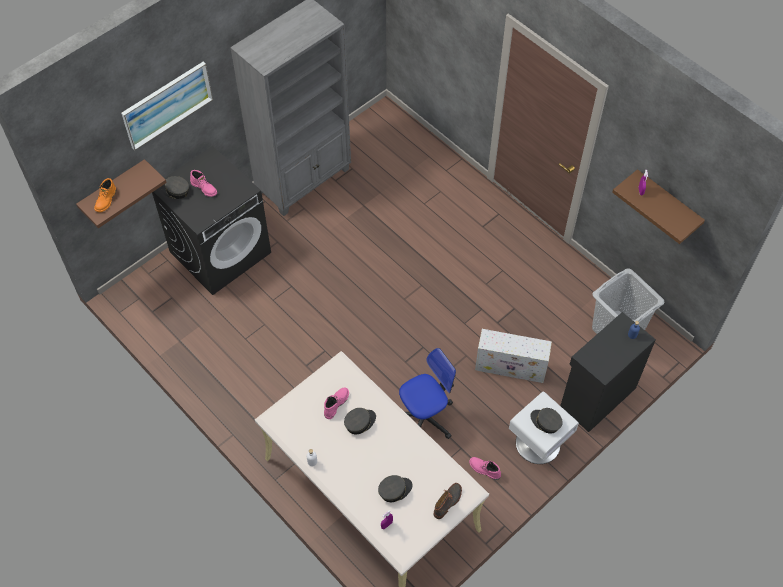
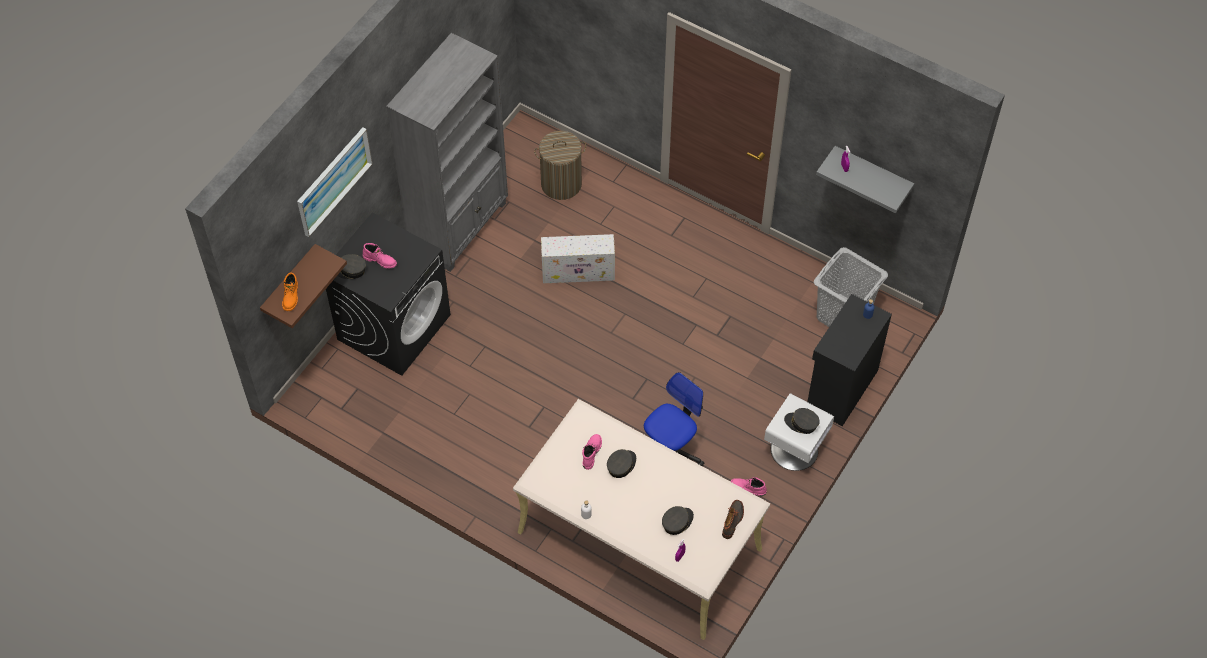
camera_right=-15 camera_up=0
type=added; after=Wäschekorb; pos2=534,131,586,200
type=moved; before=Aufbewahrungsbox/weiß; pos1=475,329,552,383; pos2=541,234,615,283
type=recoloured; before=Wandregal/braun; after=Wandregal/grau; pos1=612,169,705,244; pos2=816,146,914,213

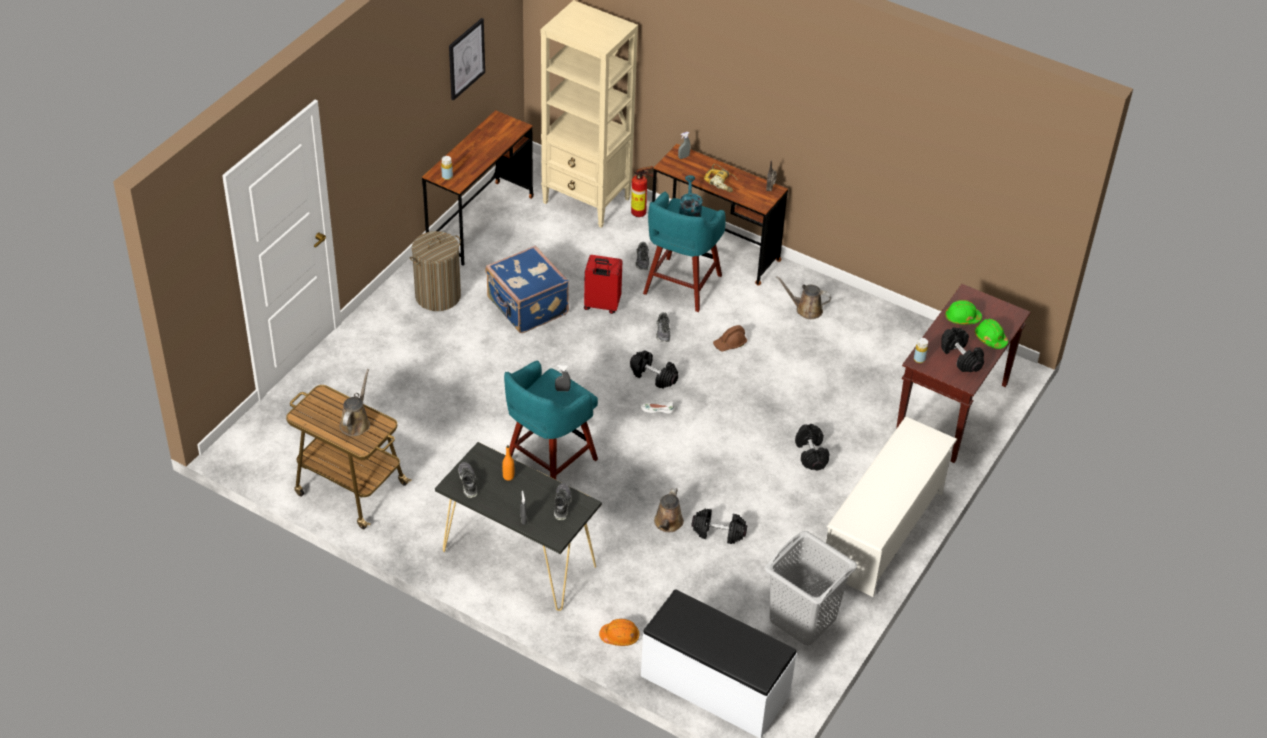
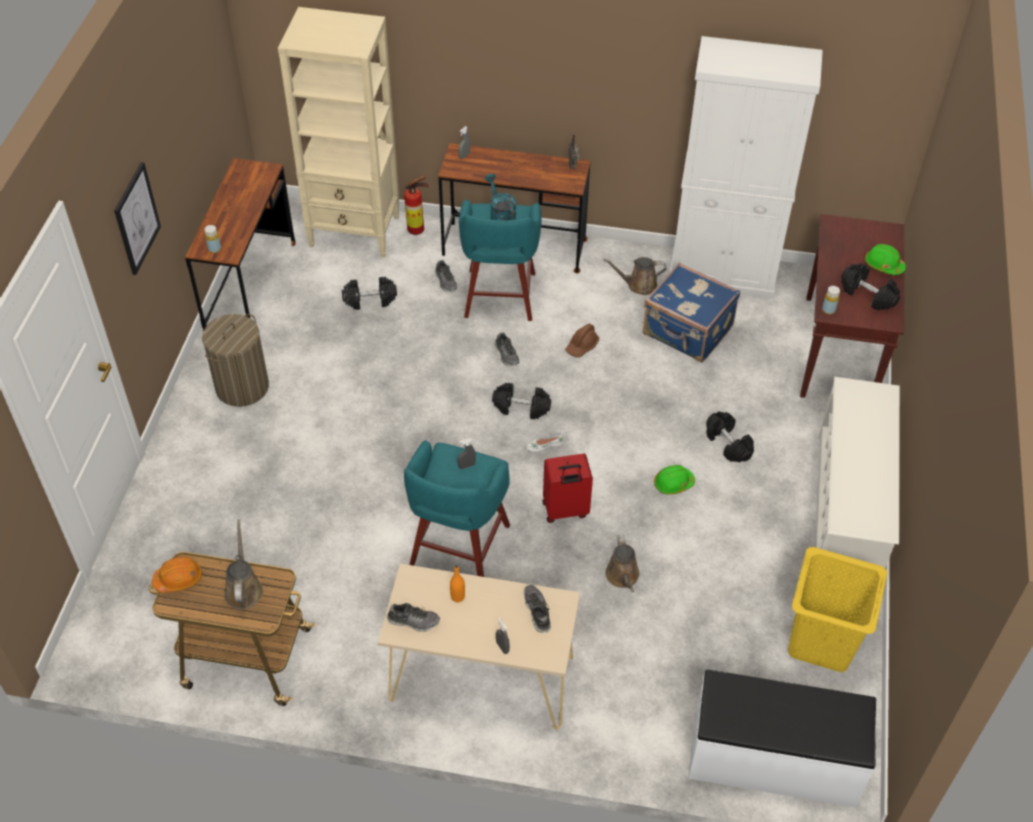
camera_right=-20 camera_up=5
type=removed; before=Bohrmaschine; pos1=704,164,737,192
type=added; after=Schrank/weiß; pos2=670,36,823,299
type=moved; before=Bild; pos1=449,18,485,101; pos2=114,162,161,275
type=moved; before=Koffer/blau; pos1=486,246,569,333; pos2=643,263,740,363
type=moved; before=Koffer/rot; pos1=584,255,622,314; pos2=542,454,593,523
type=moved; before=Schutzhelm/orange; pos1=599,619,639,646; pos2=152,557,202,593
type=moved; before=Hantel/schwarz; pos1=691,509,747,544; pos2=342,277,397,310
type=moved; before=Schutzhelm/grün; pos1=945,300,982,325; pos2=654,465,695,495
type=recoloured; before=Konsolentisch/schwarz; after=Konsolentisch/beige; pos1=435,442,602,611; pos2=378,564,580,730
type=recoloured; before=Wäschekorb/grau; after=Wäschekorb/gelb; pos1=764,531,857,645; pos2=788,547,887,672
type=turned; before=Schuh; pos1=459,462,477,498; pos2=387,603,440,632; turn=135

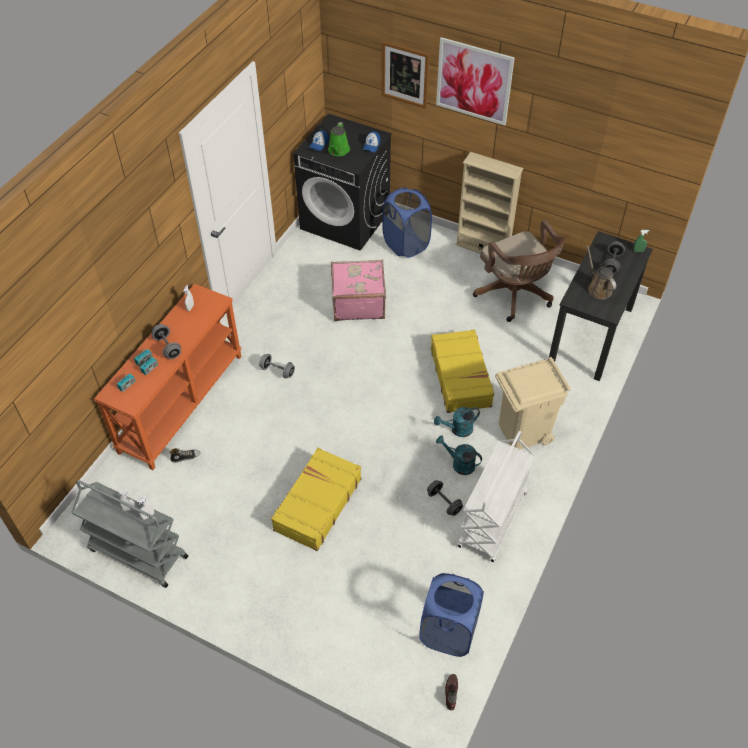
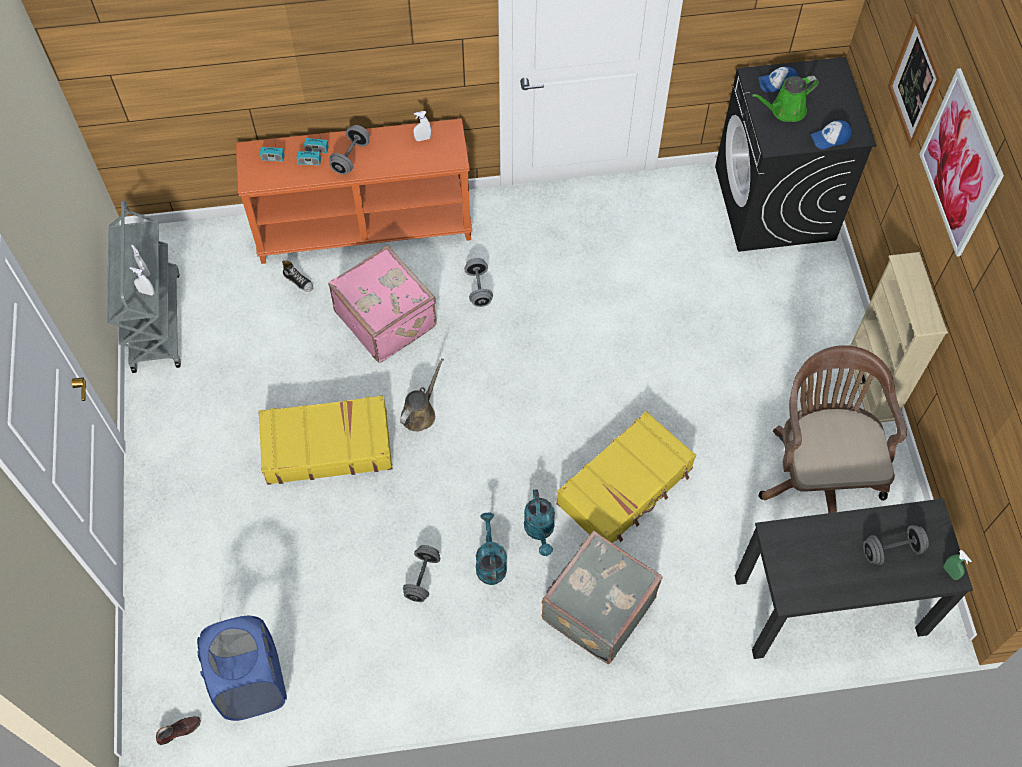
camera_right=55 camera_up=10
type=removed; before=Wäschekorb/blau; pos1=382,188,432,258
type=removed; before=Rollwagen/weiß; pos1=458,431,535,562
type=moved; before=Koffer/rosa; pos1=331,260,386,321; pos2=328,245,437,363
type=moved; before=Gießkanne/braun; pos1=586,245,616,299; pos2=400,358,444,431
type=replaced; before=Mülleimer/beige; after=Koffer/grau; pos1=495,357,571,449; pos2=542,531,663,664
type=turned; before=Gießkanne/türkis; pos1=434,407,480,437; pos2=524,489,555,556; turn=-135
type=turned; before=Bürostuhl/braun; pos1=473,220,565,322; pos2=759,345,907,513; turn=150

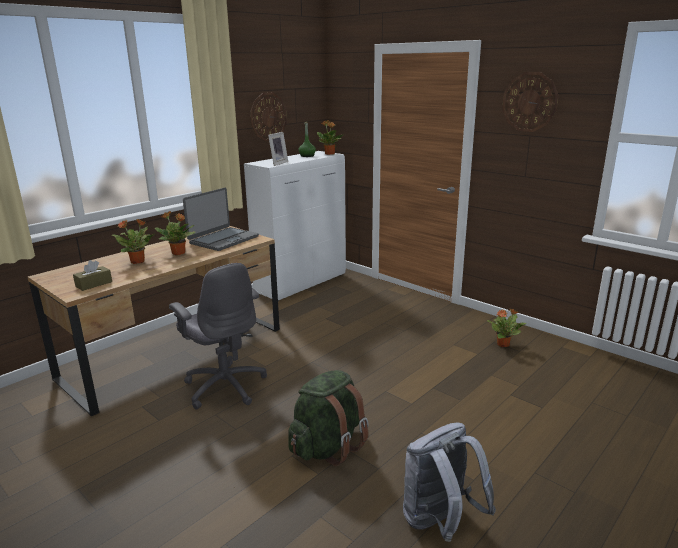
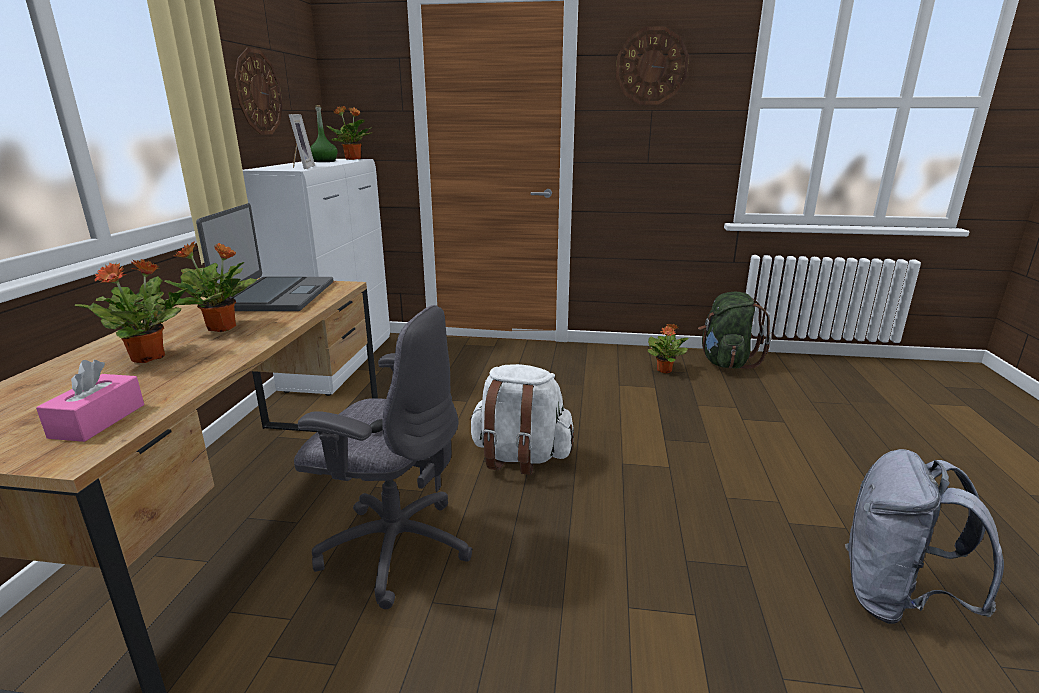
camera_right=-35 camera_up=0
type=added; after=Rucksack/weiß; pos2=469,364,574,475
type=moved; before=Rucksack/grün; pos1=288,370,369,466; pos2=698,292,771,369
type=recoloured; before=Taschentuchbox/braun; after=Taschentuchbox/rosa; pos1=73,260,112,291; pos2=36,360,144,442

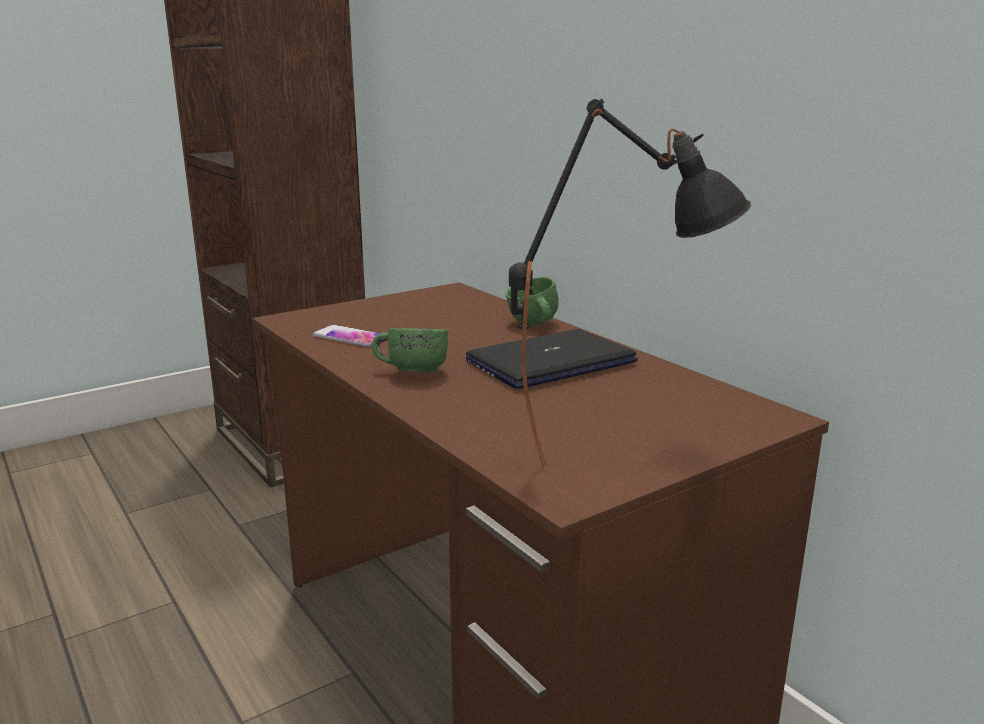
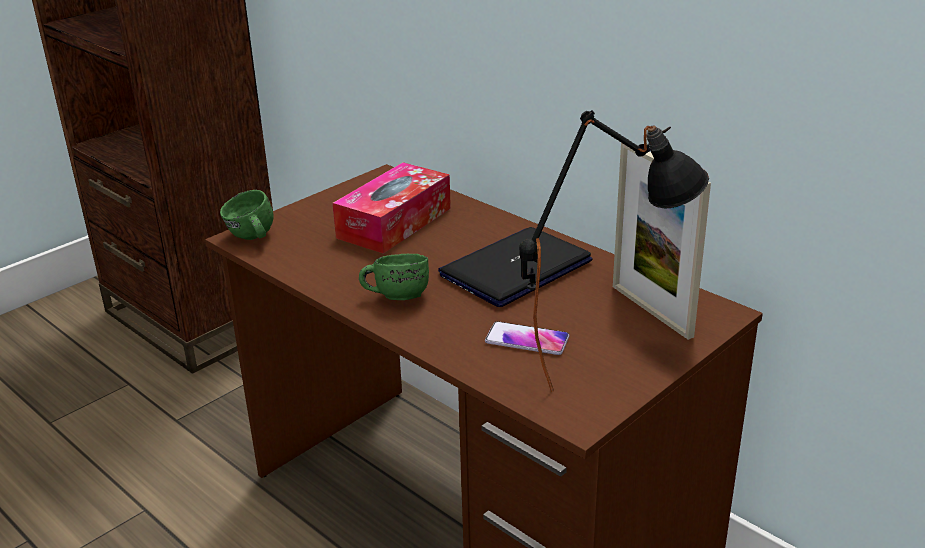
camera_right=-10 camera_up=10
type=added; after=Taschentuchbox; pos2=333,162,451,254
type=added; after=Bilderrahmen; pos2=613,143,711,340
type=moved; before=Handy; pos1=312,325,380,347; pos2=485,321,569,355
type=moved; before=Henkelbecher/grün; pos1=505,277,559,326; pos2=220,190,274,240

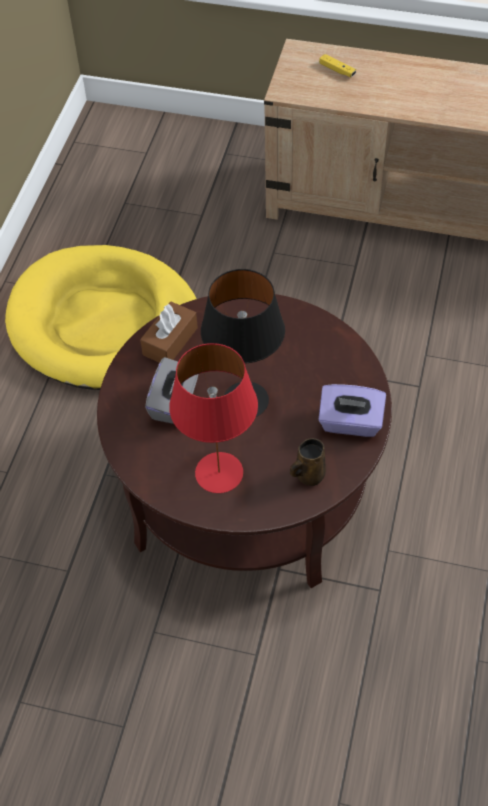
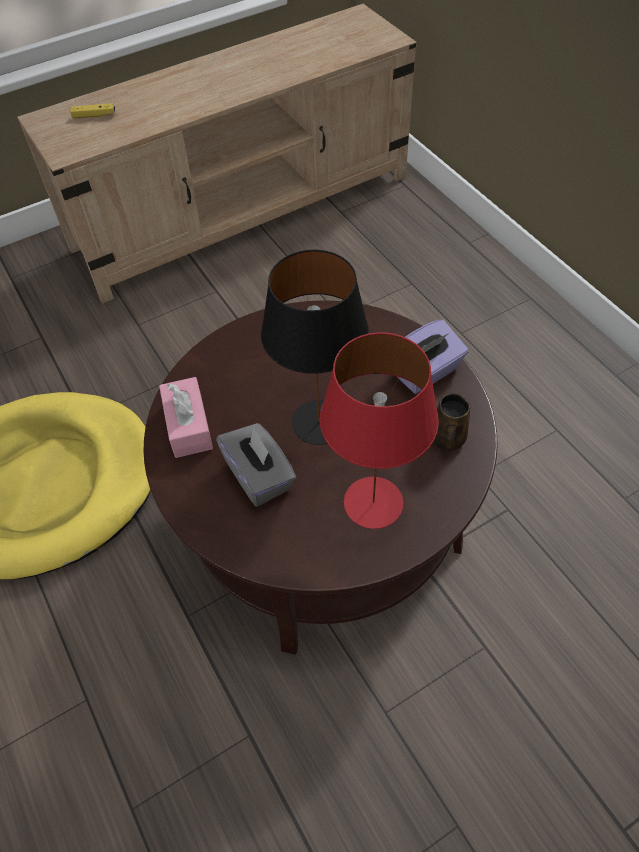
camera_right=-45 camera_up=0
type=recoloured; before=Taschentuchbox/braun; after=Taschentuchbox/rosa; pos1=140,302,198,363; pos2=159,377,213,458

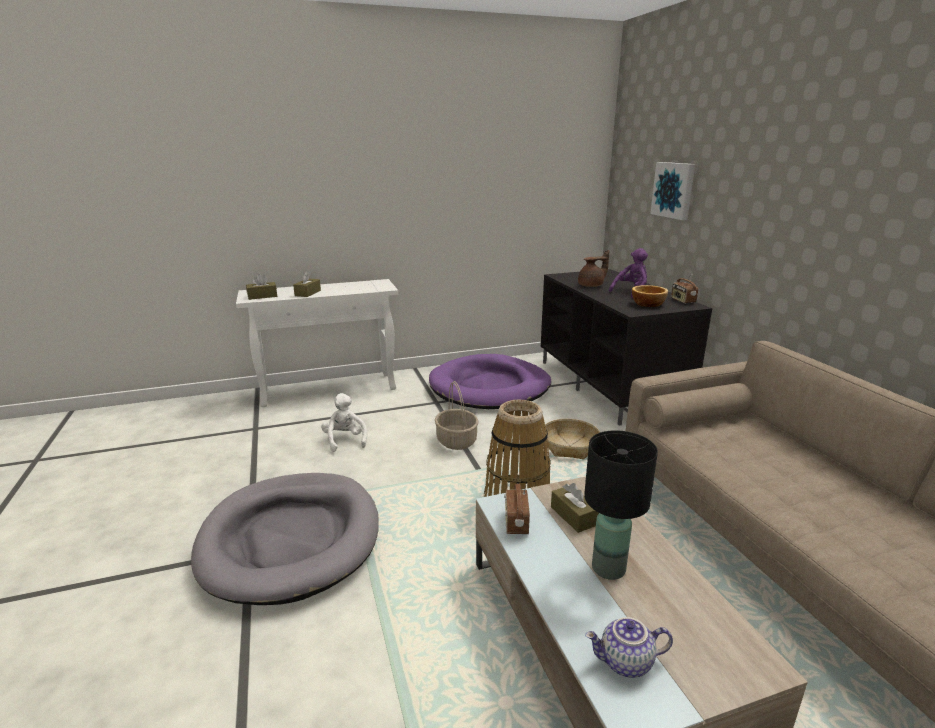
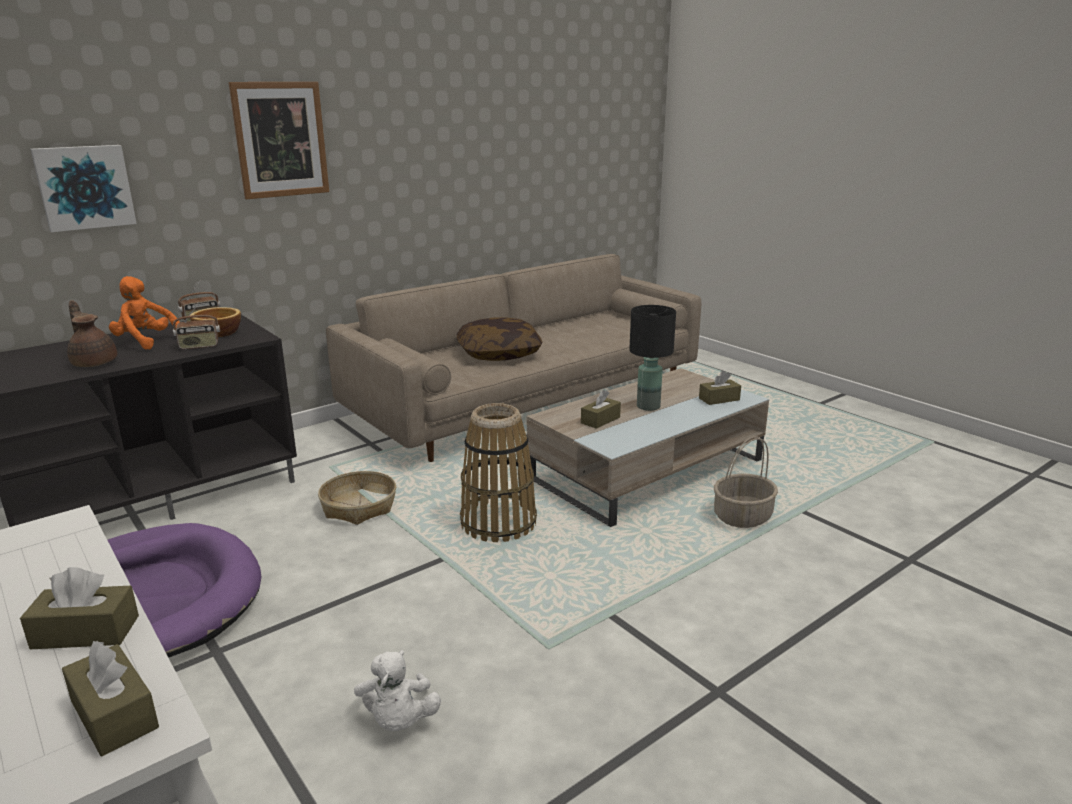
camera_right=-110 camera_up=0
type=removed; before=Hundebett/grau; pos1=191,473,379,605
type=added; after=Bild; pos2=228,82,329,199
type=added; after=Kissen; pos2=457,317,542,361
type=moved; before=Korb; pos1=435,381,479,450; pos2=714,437,778,528
type=moved; before=Radio; pos1=504,484,530,534; pos2=173,301,220,349
type=replaced; before=Teekanne; after=Taschentuchbox/braun; pos1=585,617,673,678; pos2=699,371,741,405
type=recoloured; before=Plüschtier/lila; after=Plüschtier/orange; pos1=609,248,648,298; pos2=109,276,179,350
type=turned; before=Plüschtier/weiß; pos1=321,393,367,452; pos2=354,650,441,731; turn=-60

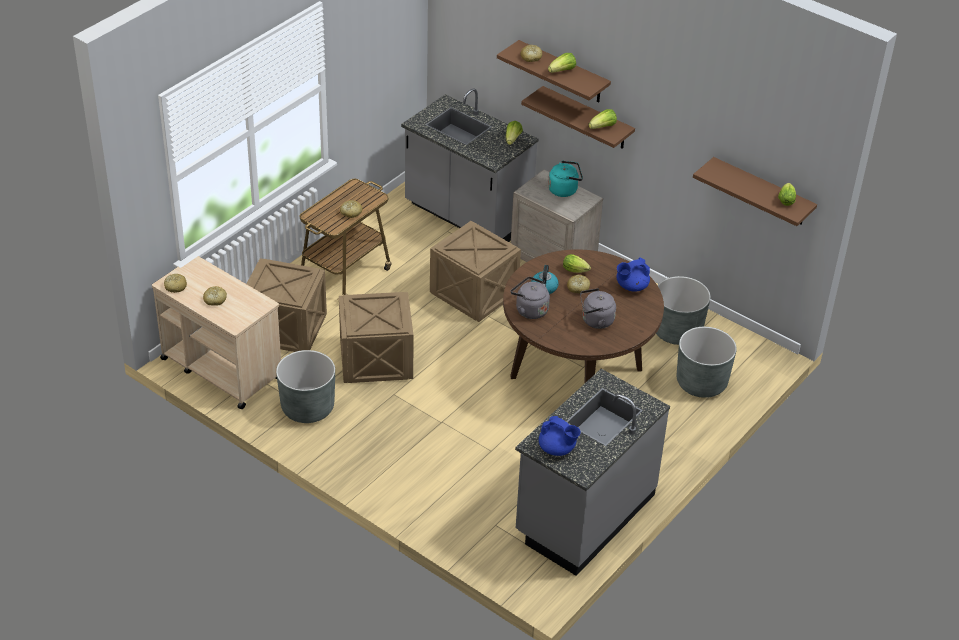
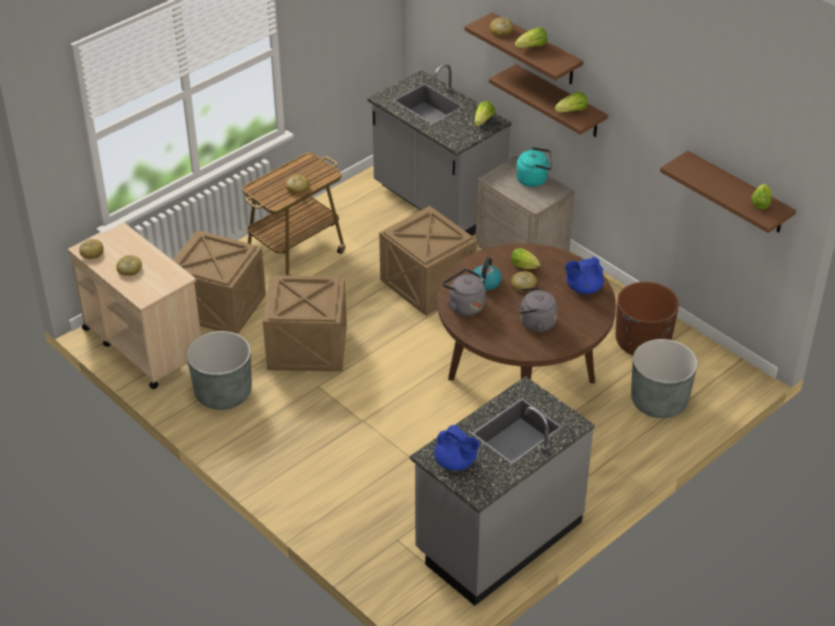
camera_right=10 camera_up=0
type=recoloured; before=Pflanzkübel/grau; after=Pflanzkübel/braun; pos1=656,276,710,345; pos2=616,282,679,355

